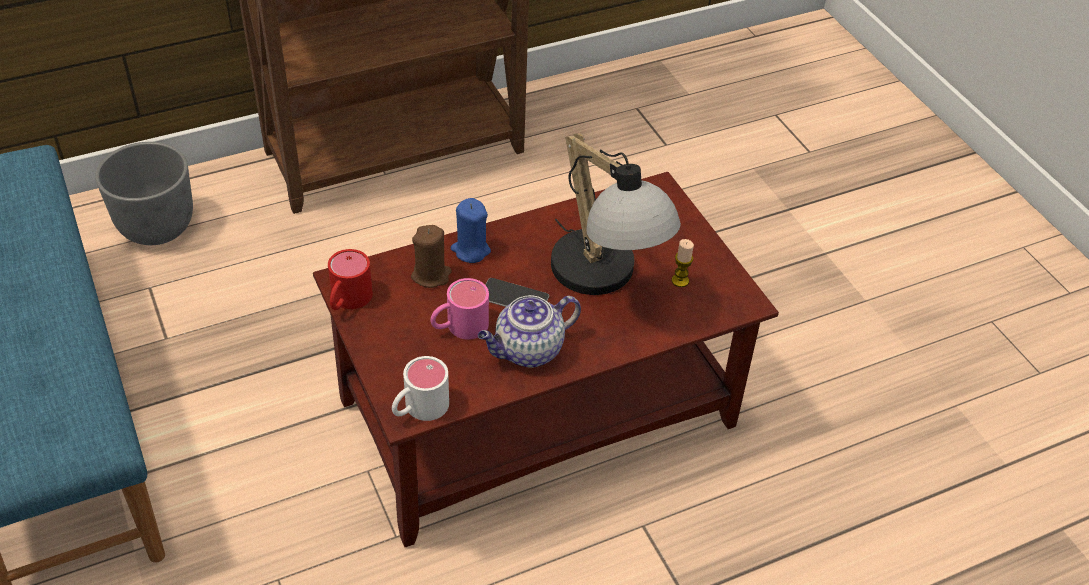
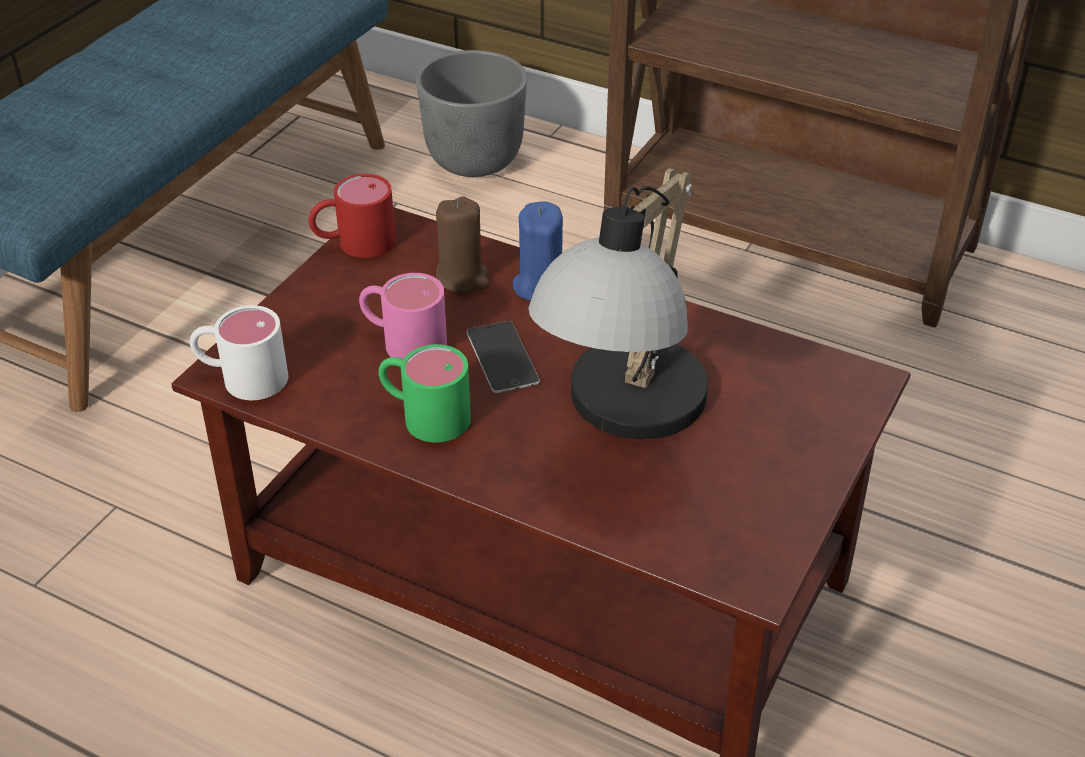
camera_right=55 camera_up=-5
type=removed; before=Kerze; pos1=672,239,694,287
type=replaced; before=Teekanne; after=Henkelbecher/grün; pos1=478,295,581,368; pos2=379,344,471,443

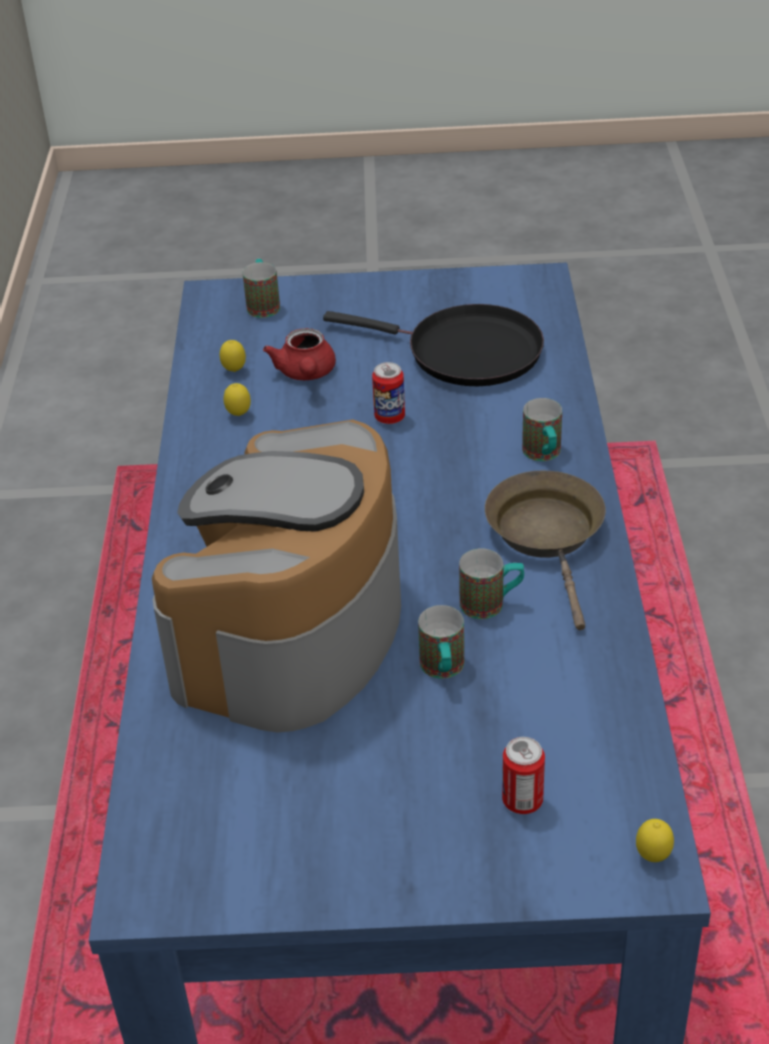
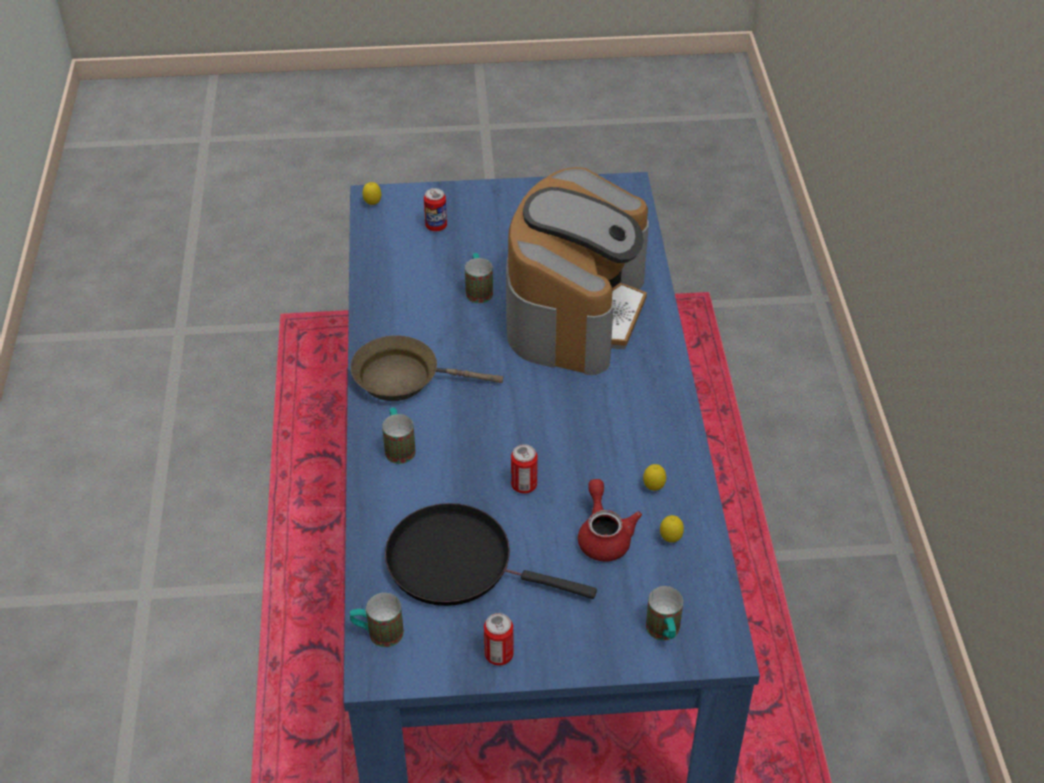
camera_right=175 camera_up=5
type=added; after=Dose; pos2=484,613,514,665
type=moved; before=Henkelbecher; pos1=459,548,524,619; pos2=350,593,404,647
type=turned; before=Pfanne/braun; pos1=485,471,606,630; pos2=351,335,503,401; turn=105

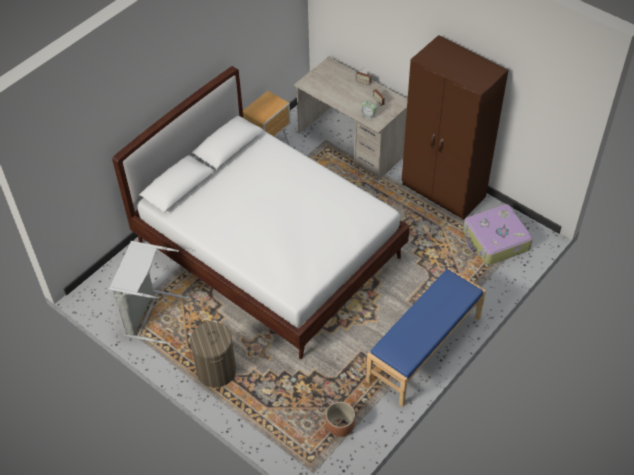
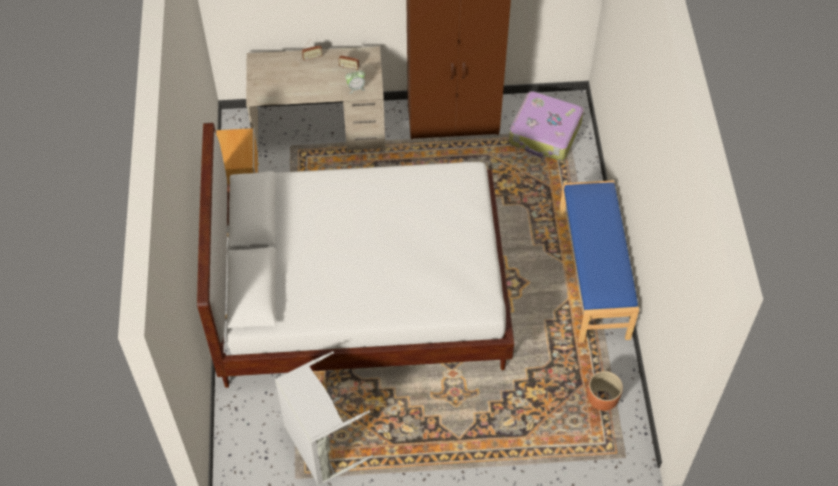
camera_right=-45 camera_up=5
type=removed; before=Wäschekorb; pos1=190,320,236,388

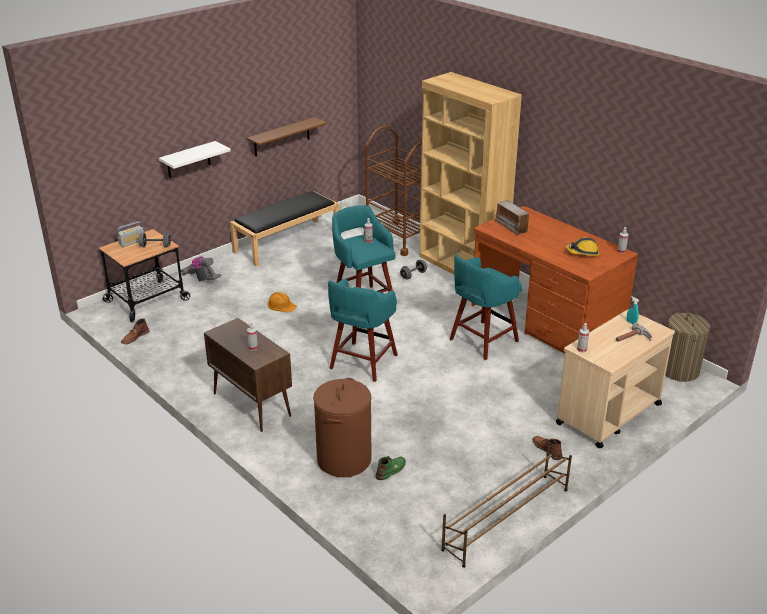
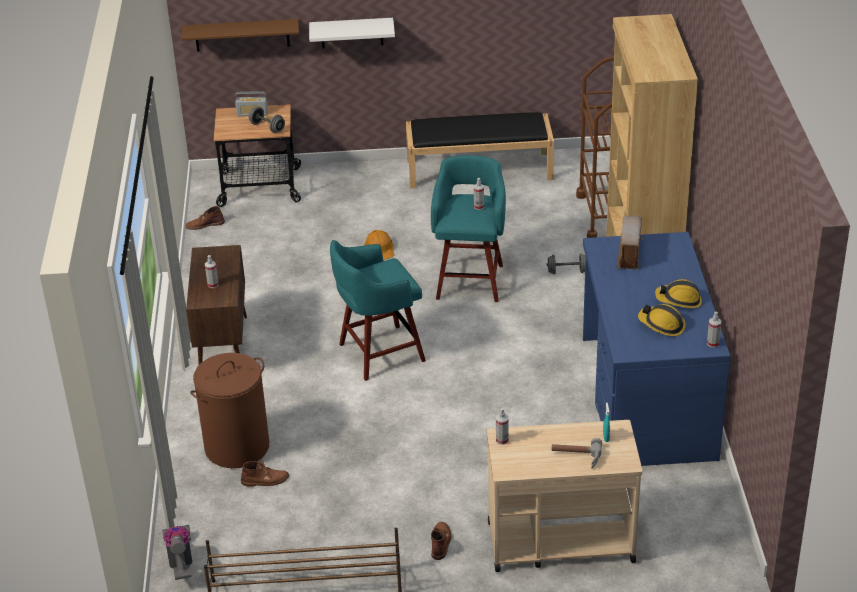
camera_right=40 camera_up=5
type=removed; before=Hocker/türkis; pos1=449,255,523,360
type=removed; before=Wäschekorb; pos1=665,313,710,382
type=added; after=Schutzhelm; pos2=655,279,702,308
type=moved; before=Staubsauger; pos1=181,256,221,281; pos2=162,525,192,580
type=moved; before=Wandregal/braun; pos1=247,117,327,156; pos2=181,19,299,52
type=recoloured; before=Stiefel/grün; after=Stiefel/braun; pos1=376,456,406,480; pos2=241,461,289,487
type=recoloured; before=Schreibtisch/braun; after=Schreibtisch/blau; pos1=471,206,638,354; pos2=583,232,730,466

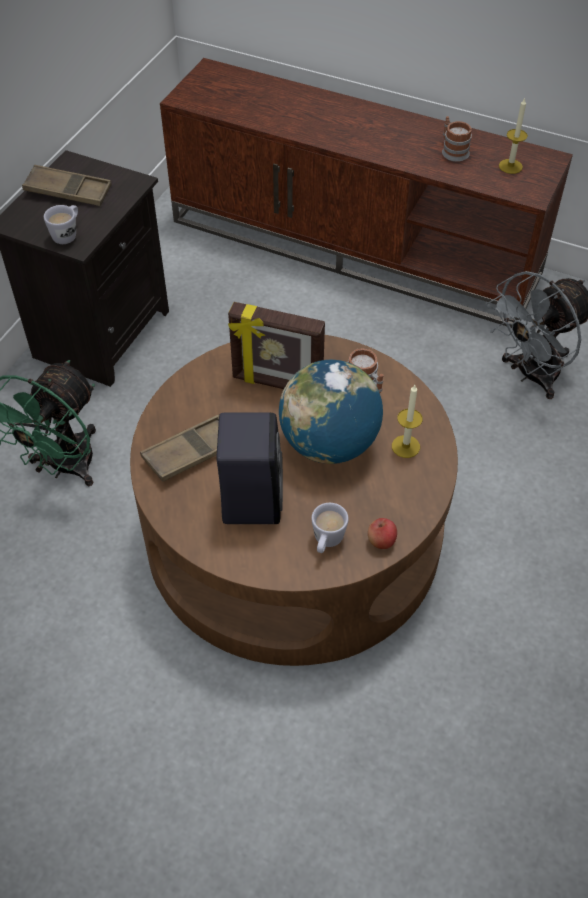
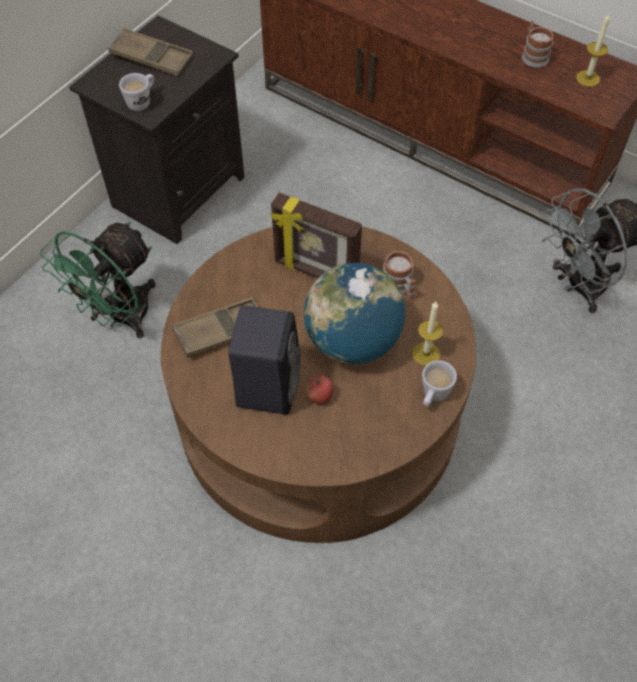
camera_right=10 camera_up=5
type=moved; before=Henkelbecher/weiß; pos1=311,503,349,553; pos2=422,360,457,407
type=moved; before=Apfel; pos1=368,518,397,549; pos2=306,375,334,404

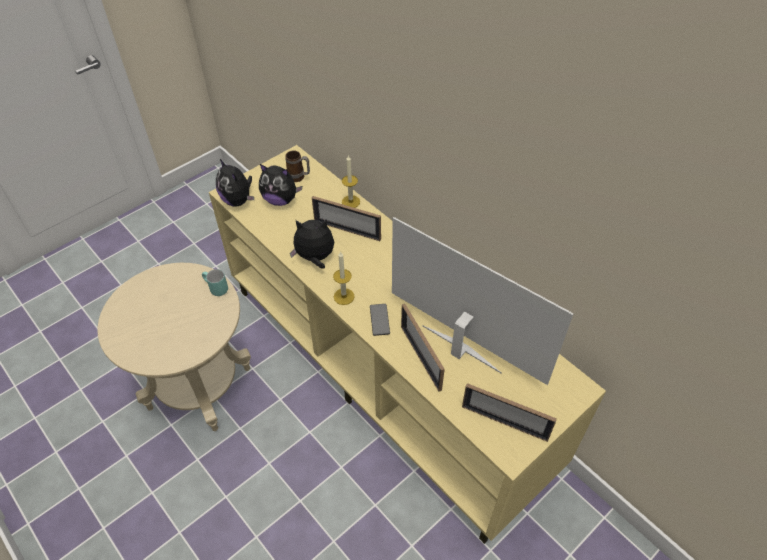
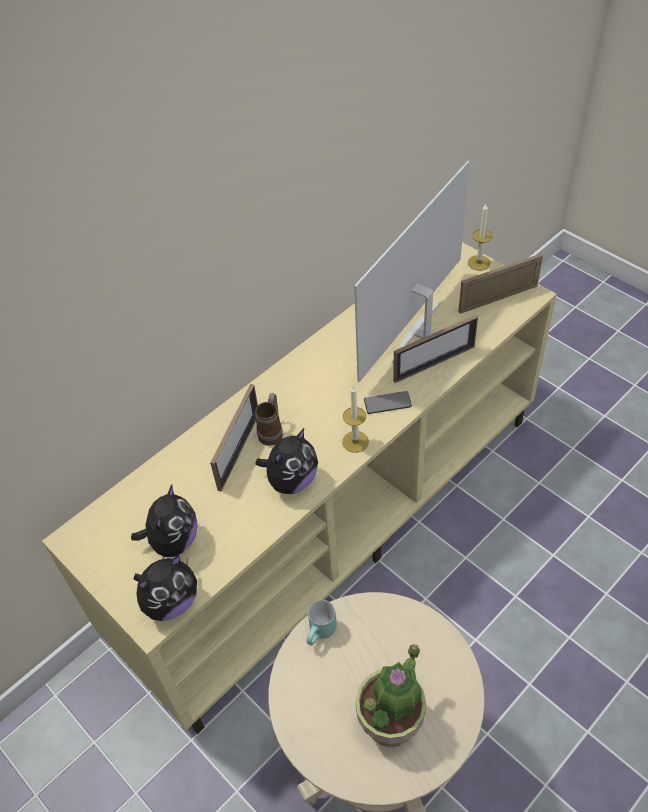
camera_right=-90 camera_up=0
type=added; after=Topfpflanze; pos2=355,644,426,747
type=moved; before=Henkelbecher; pos1=285,150,310,182; pos2=255,393,283,446
type=moved; before=Kerze; pos1=342,155,360,208; pos2=468,204,492,271
type=turned; before=Plüschtier; pos1=290,219,334,269; pos2=256,428,318,494; turn=-135
type=turned; before=Bilderrahmen; pos1=462,383,557,442; pos2=458,254,543,314; turn=-135

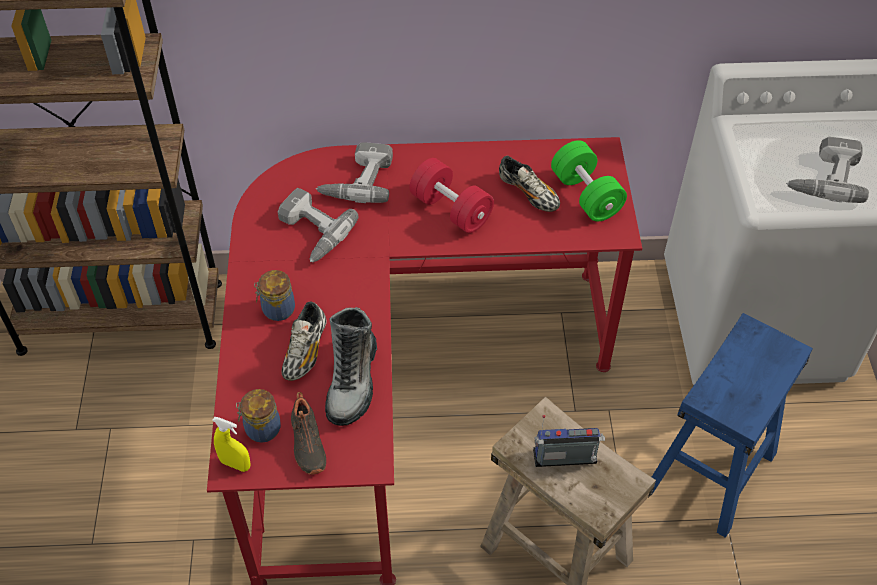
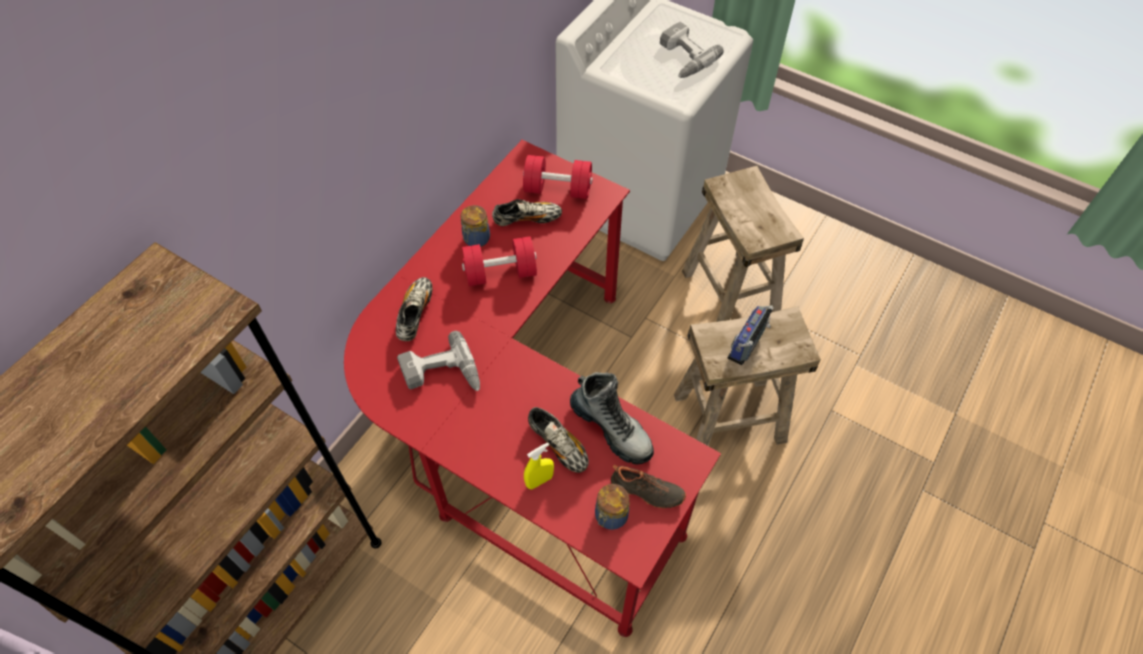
camera_right=-55 camera_up=5
type=moved; before=Sprühflasche/gelb; pos1=213,417,250,472; pos2=524,442,554,489
type=moved; before=Vorratsglas; pos1=254,270,295,321; pos2=461,205,490,247
type=replaced; before=Bohrmaschine; after=Schuh; pos1=316,142,393,203; pos2=396,277,432,341
type=recoloured; before=Hantel/grün; after=Hantel/rot; pos1=551,140,627,222; pos2=523,155,593,199
type=recoloured; before=Hocker/blau; after=Hocker/beige; pos1=652,313,813,538; pos2=682,166,804,322

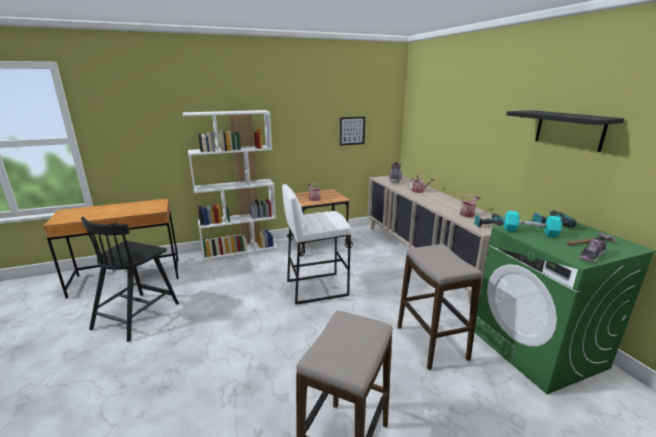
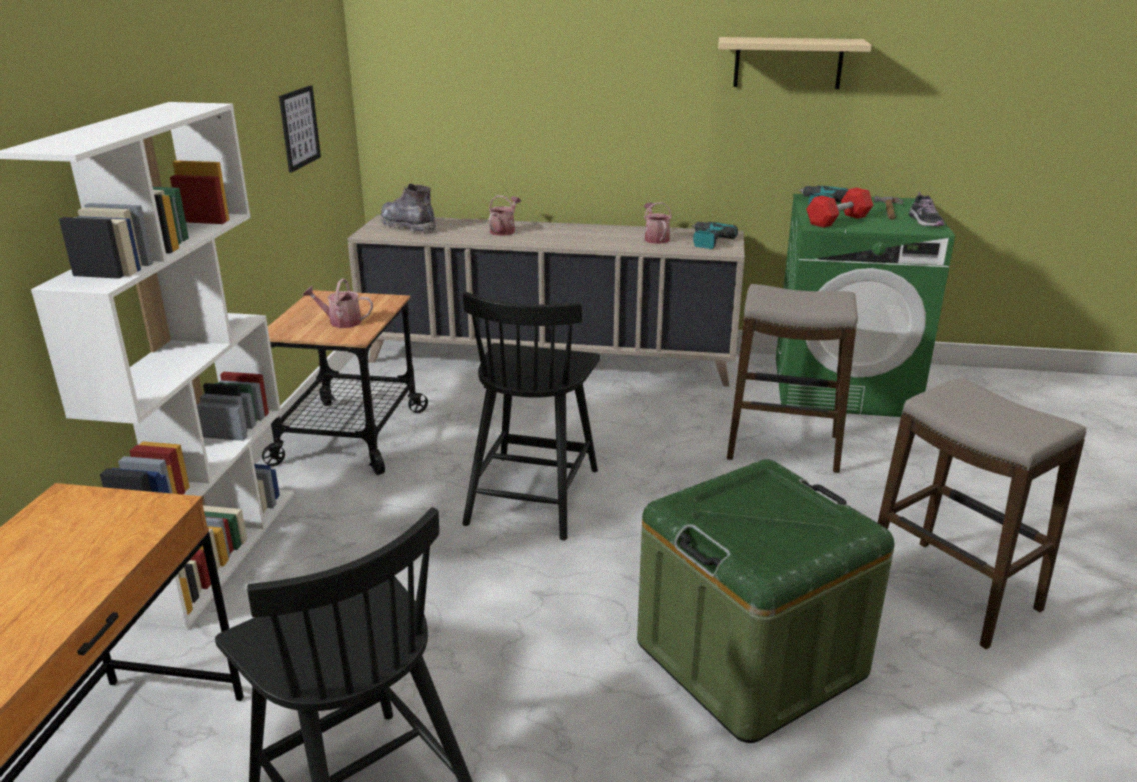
camera_right=-60 camera_up=5
type=added; after=Aufbewahrungsbox/grün; pos2=637,459,895,743
type=replaced; before=Hocker/weiß; after=Stuhl/schwarz; pos1=282,184,352,305; pos2=462,292,600,540
type=recoloured; before=Hantel/türkis; after=Hantel/rot; pos1=504,211,562,238; pos2=806,188,873,228
type=recoloured; before=Wandregal/schwarz; after=Wandregal/beige; pos1=506,110,624,152; pos2=718,37,872,89

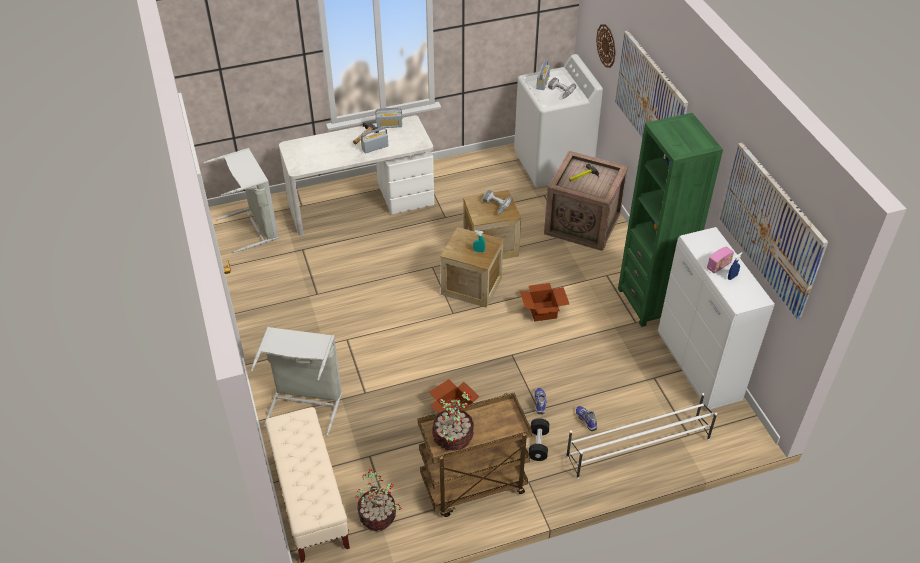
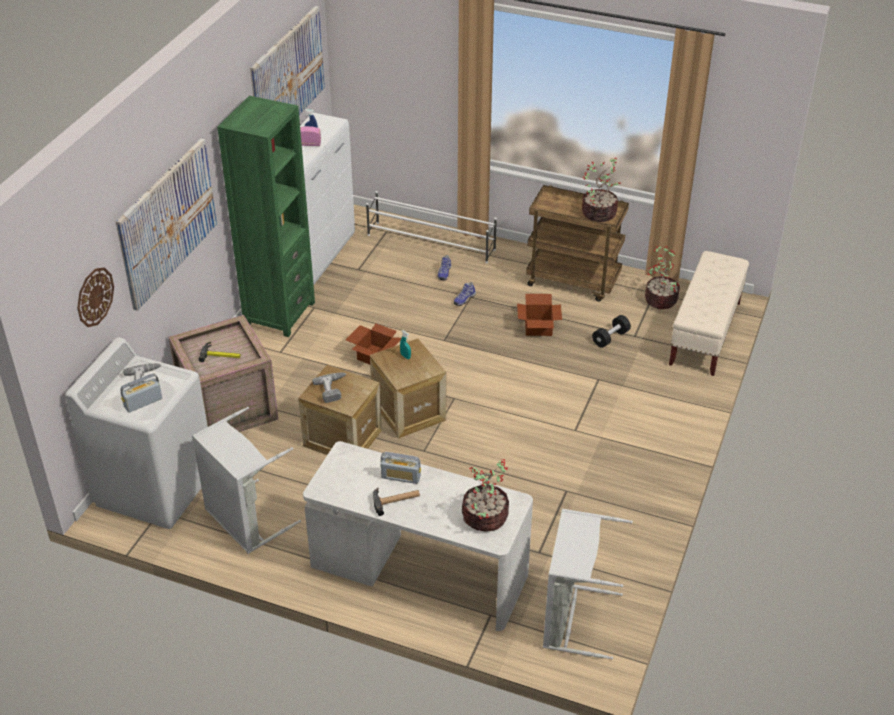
camera_right=-140 camera_up=-5
type=removed; before=Radio; pos1=375,107,403,128
type=added; after=Topfpflanze; pos2=462,459,509,532
type=moved; before=Wäschekorb/grau; pos1=250,327,342,436; pos2=192,407,301,554
type=moved; before=Hantel/schwarz; pos1=529,418,549,461; pos2=592,315,631,348

